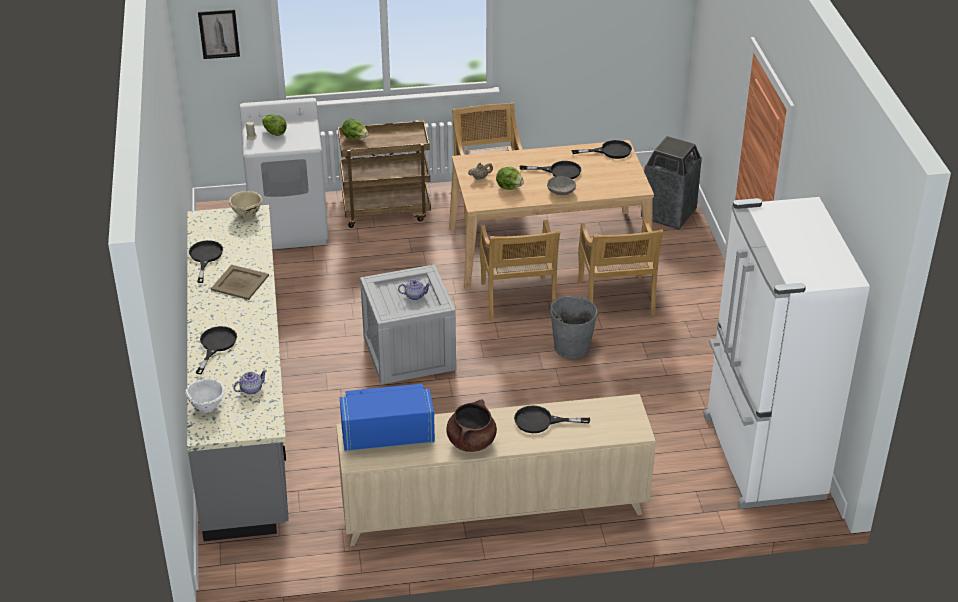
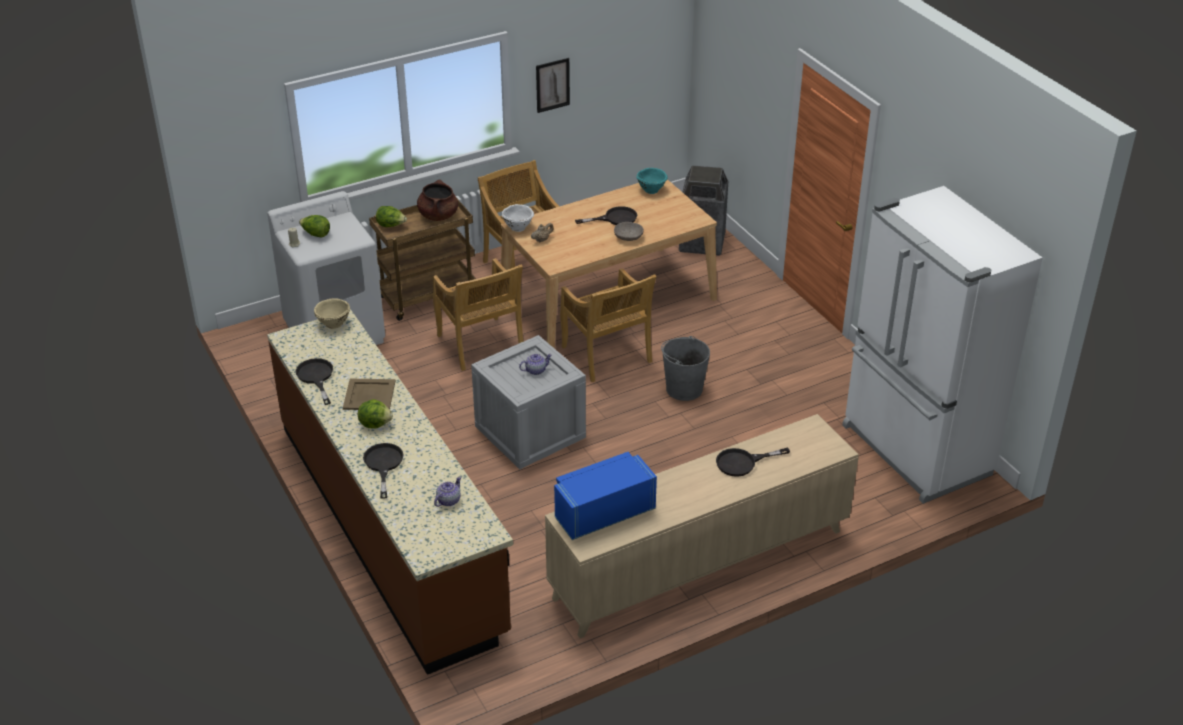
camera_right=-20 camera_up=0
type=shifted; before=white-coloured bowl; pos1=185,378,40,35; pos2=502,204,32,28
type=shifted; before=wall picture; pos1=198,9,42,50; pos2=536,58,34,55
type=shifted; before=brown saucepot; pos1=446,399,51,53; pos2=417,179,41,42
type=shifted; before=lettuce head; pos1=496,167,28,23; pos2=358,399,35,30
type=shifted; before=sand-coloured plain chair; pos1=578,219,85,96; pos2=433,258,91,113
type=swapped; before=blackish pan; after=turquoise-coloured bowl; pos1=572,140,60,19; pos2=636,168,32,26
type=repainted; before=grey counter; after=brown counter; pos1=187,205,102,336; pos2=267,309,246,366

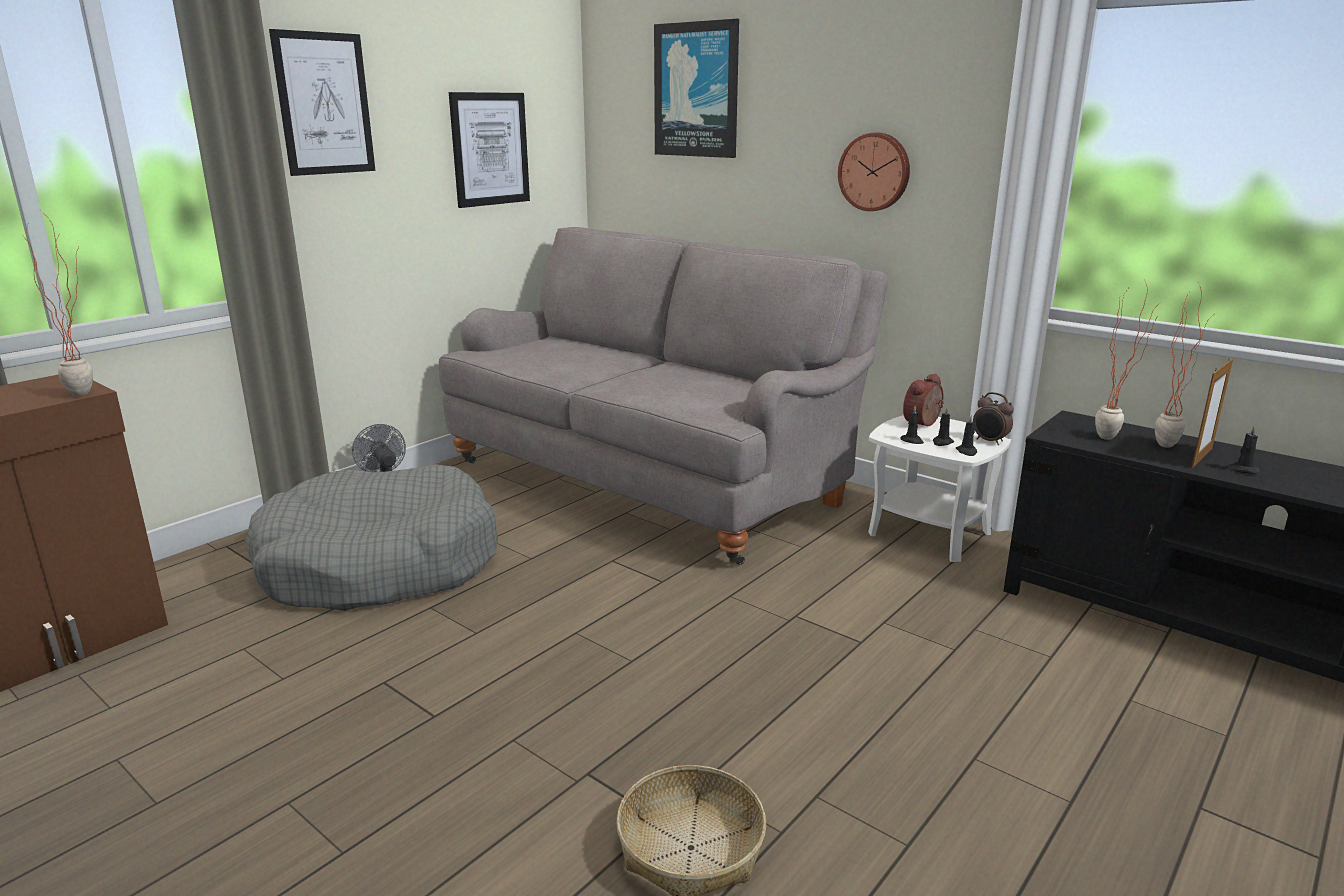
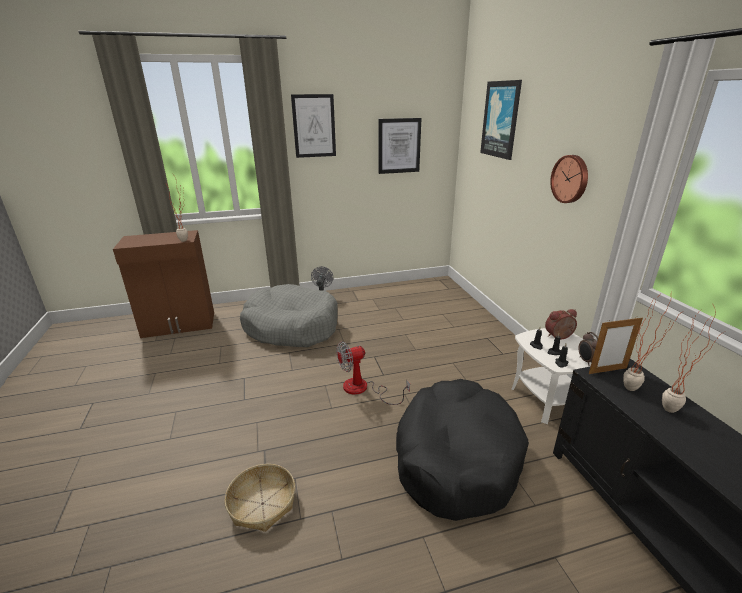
camera_right=35 camera_up=5
type=gone; before=grey sofa; pos1=439,227,449,338
type=gone; before=blackish wax light; pos1=1225,426,35,48
type=new; after=electric fan; pos2=336,341,74,64
type=new; after=blackish pet bed; pos2=396,379,133,142
type=shifted; before=photo frame; pos1=1191,357,42,111; pos2=589,316,54,58

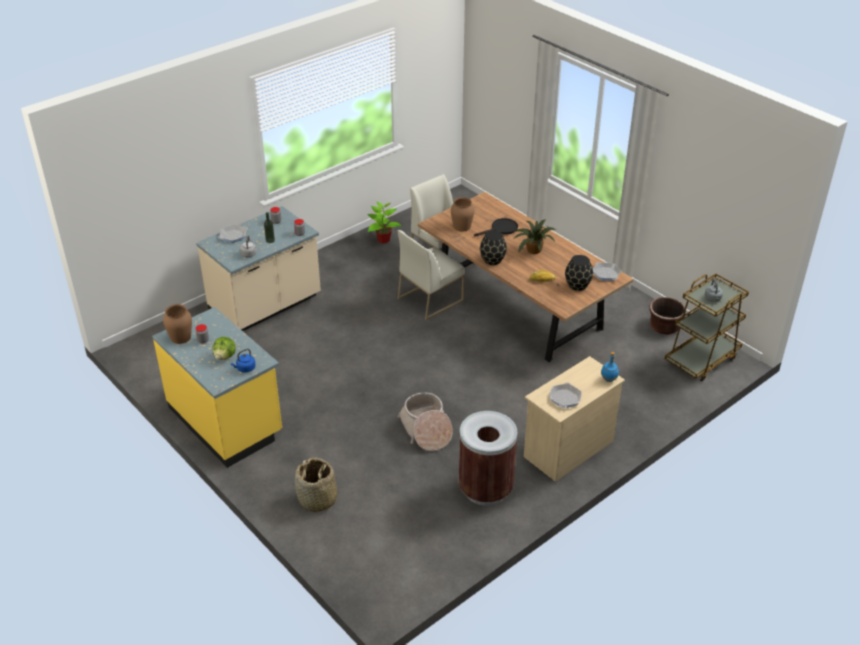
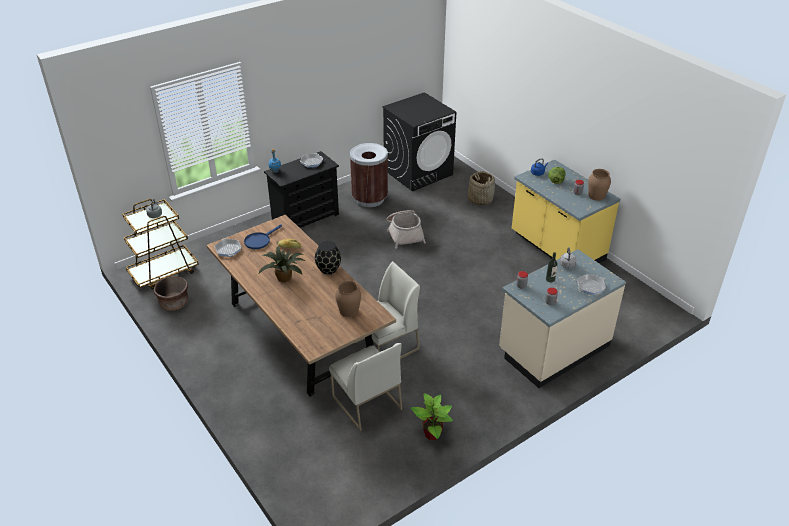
camera_right=-175 camera_up=0
type=gone; before=blackish pan; pos1=474,218,44,18
type=new; after=blackish washing machine; pos2=382,92,74,99
type=swapped; before=blackish flower vase; after=blue-coloured pan; pos1=565,255,28,36; pos2=244,224,38,25
type=repainted; before=sand-coloured dresser; after=blackish dresser; pos1=524,356,101,126; pos2=264,151,75,77

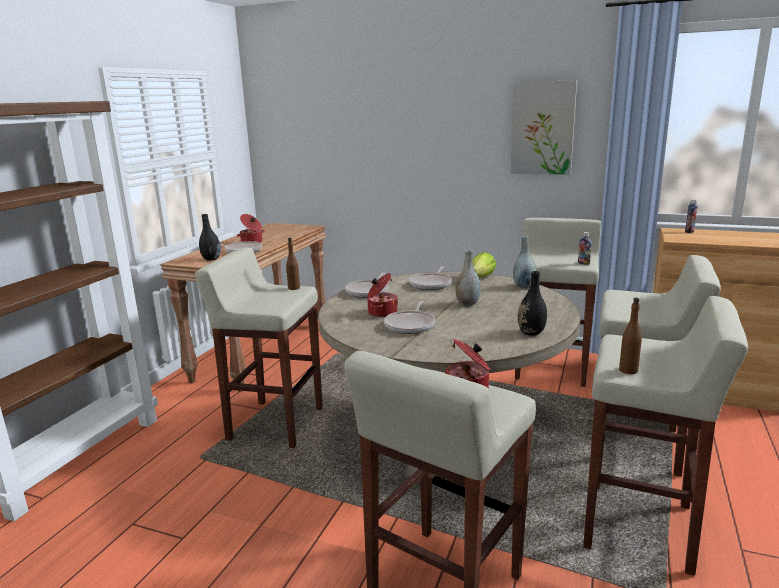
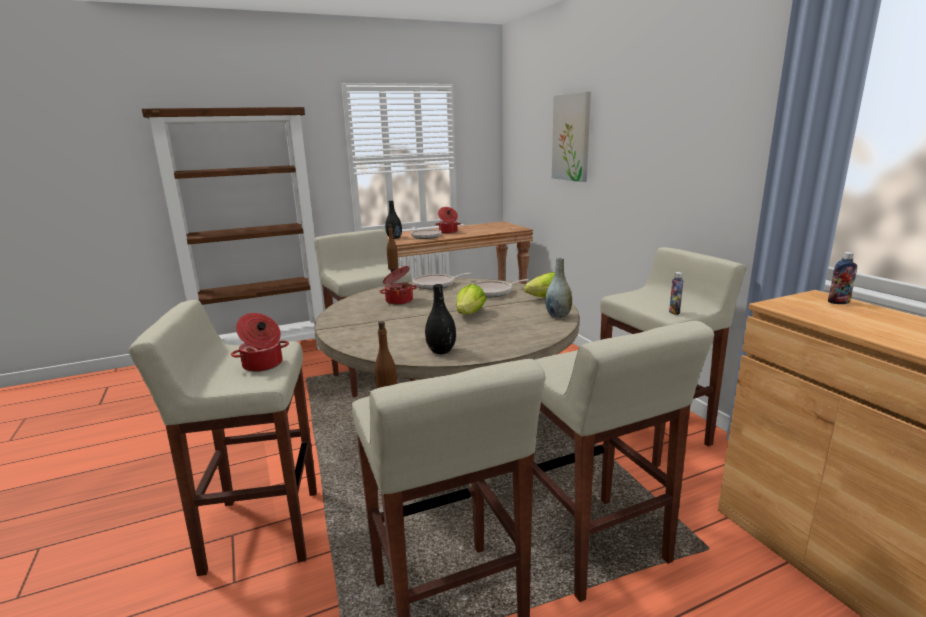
camera_right=45 camera_up=0
type=gone; before=pan; pos1=384,301,51,33
type=shifted; before=wall picture; pos1=511,80,66,95; pos2=552,92,39,90
type=swapped; before=grey flower vase; after=lettuce head; pos1=455,250,25,56; pos2=456,284,30,31

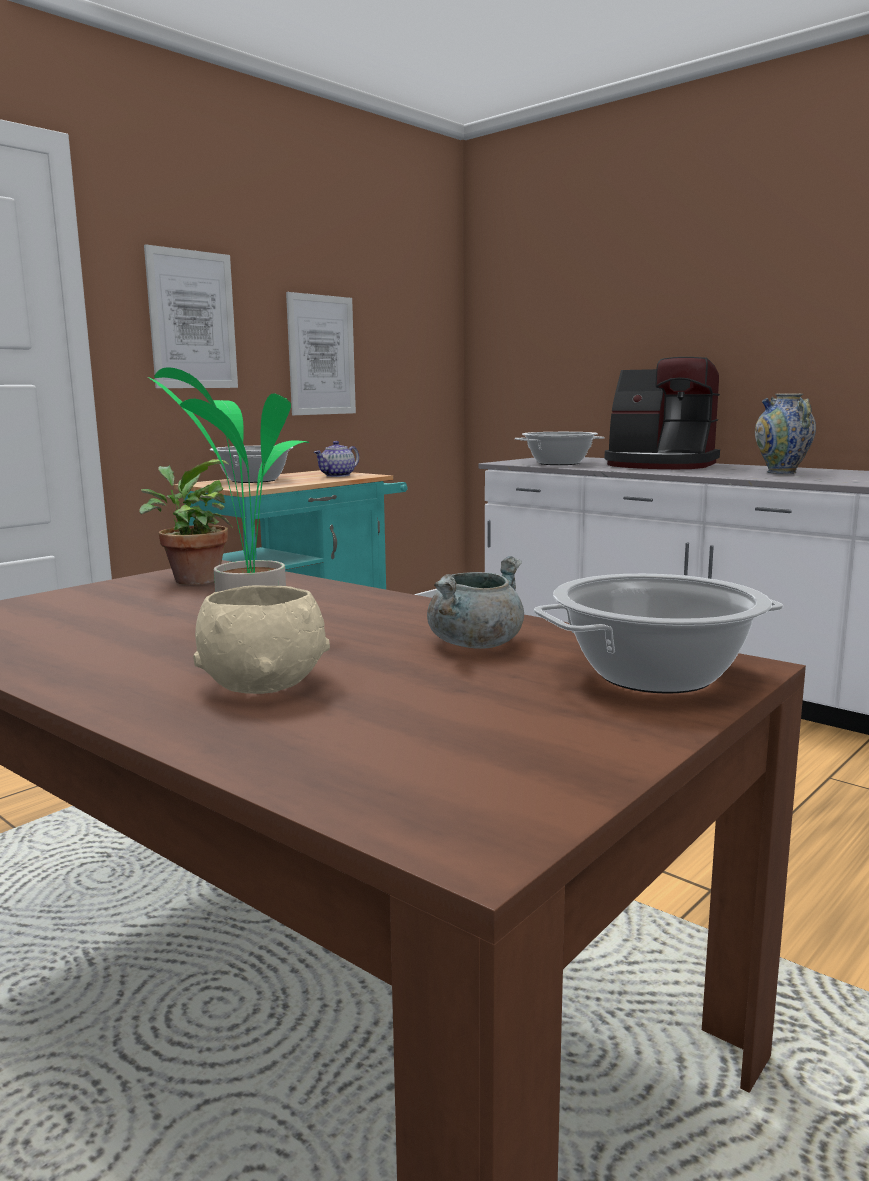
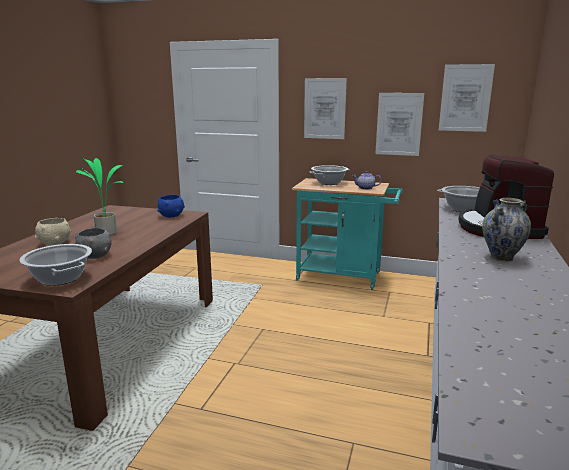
camera_right=65 camera_up=5
type=new; after=wall picture; pos2=439,64,56,68
type=swapped; before=houseplant; after=blue-coloured bowl; pos1=139,459,94,126; pos2=157,195,28,23
type=swapped; before=grey saucepot; after=grey bowl; pos1=427,556,97,93; pos2=75,228,37,31

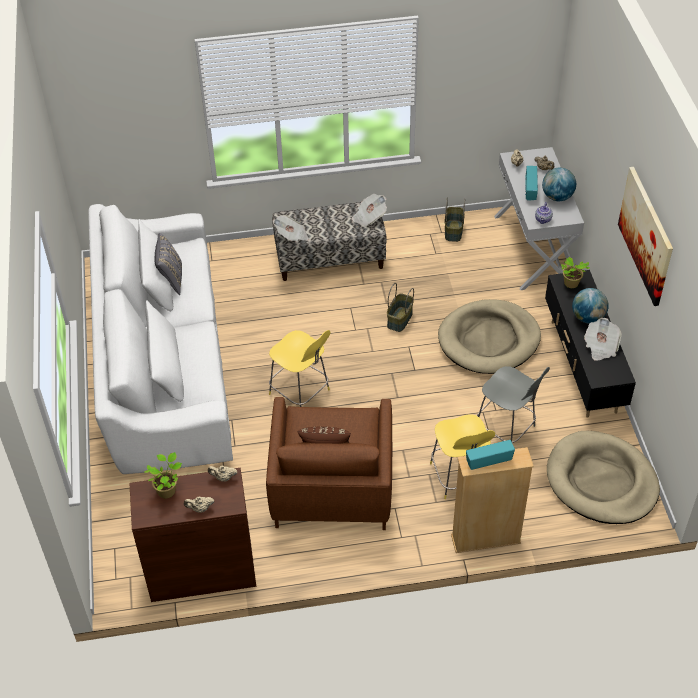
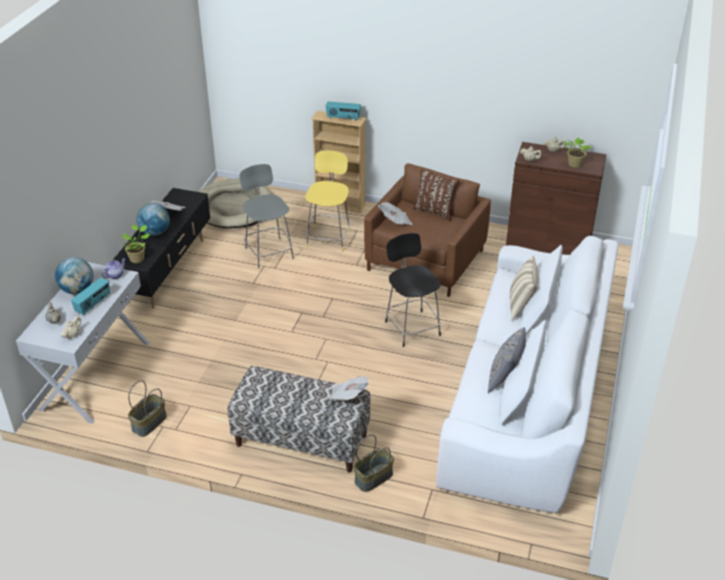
camera_right=-155 camera_up=-10
type=gone; before=sand-coloured pet bed; pos1=438,299,103,75
type=gone; before=wall picture; pos1=618,167,55,139
type=new; after=sand-coloured throw pillow; pos2=510,256,28,65
type=shifted; before=printed paper; pos1=352,194,35,33; pos2=378,202,35,23
type=shifted; before=basket; pos1=387,283,27,49; pos2=354,434,40,58
type=repainted; before=yellow-coloured stool seat; after=blackish stool seat; pos1=269,330,62,77; pos2=385,233,56,114

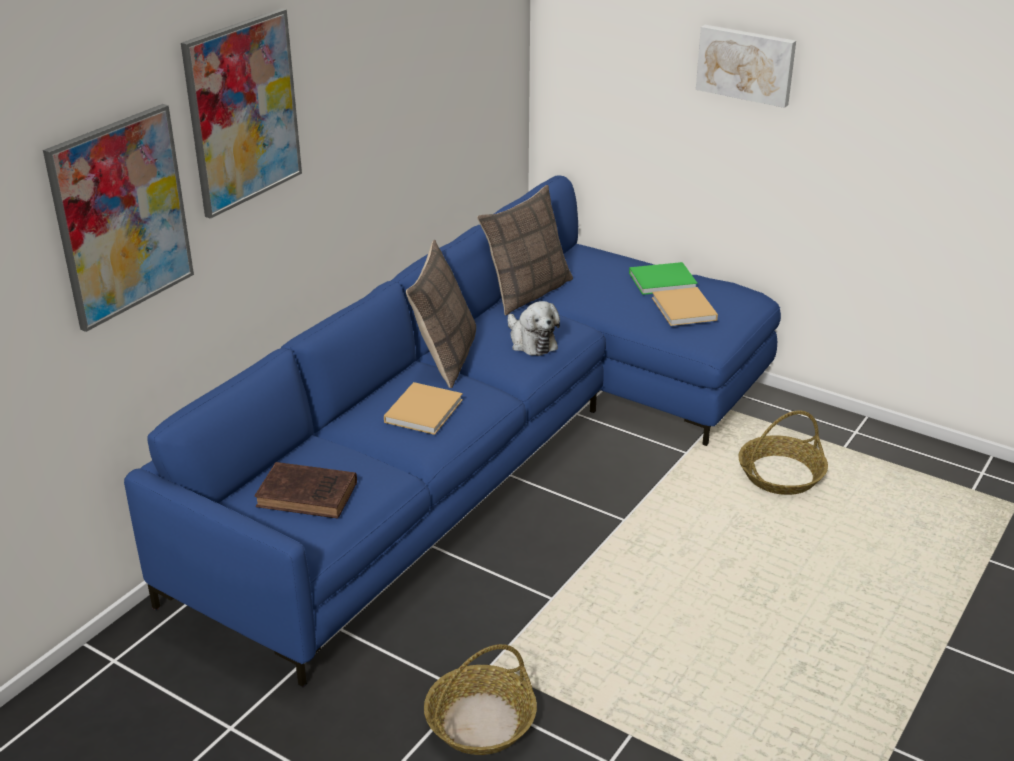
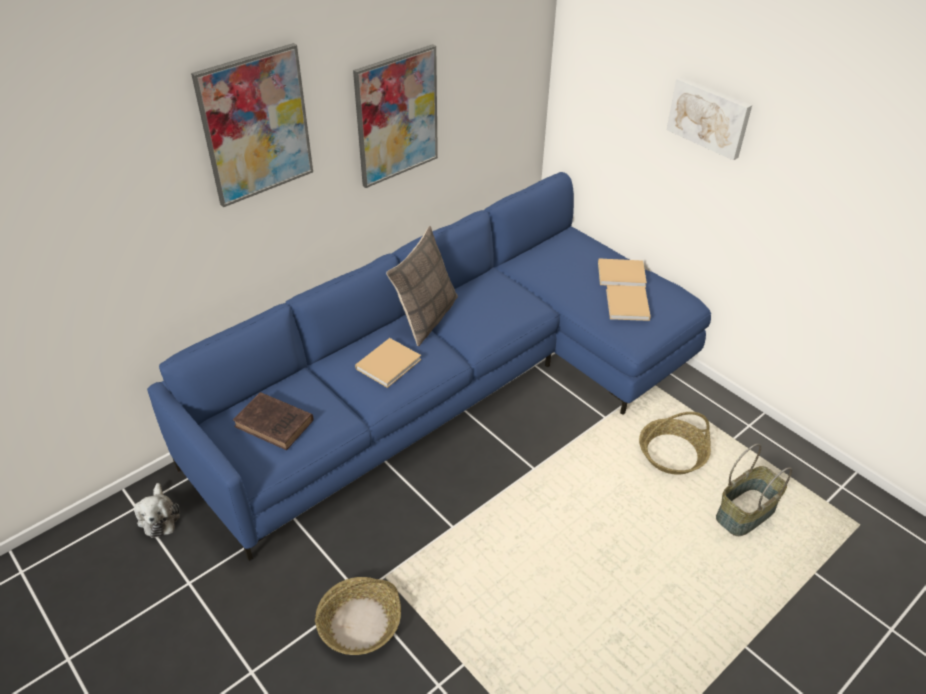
camera_right=15 camera_up=10
type=gone; before=throw pillow; pos1=477,185,96,130
type=new; after=basket; pos2=716,444,76,92
type=shifted; before=wall picture; pos1=43,104,151,228; pos2=353,44,85,144
type=shifted; before=cuddly toy; pos1=508,301,52,55; pos2=134,483,46,55
type=repainted; before=green-coloured bound book; after=sand-coloured bound book; pos1=629,262,69,33; pos2=598,258,49,29

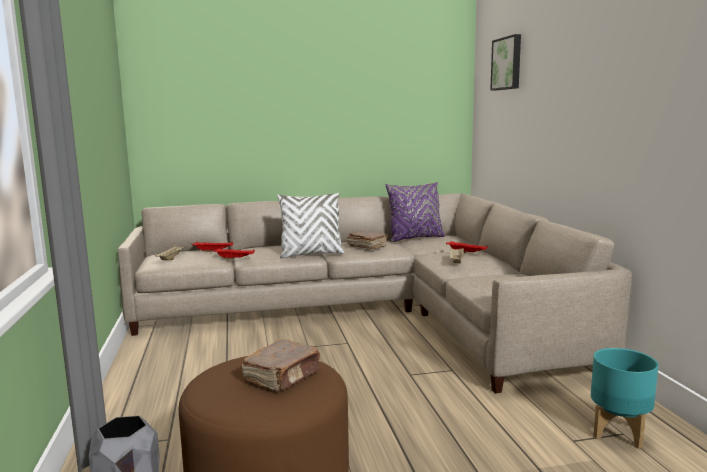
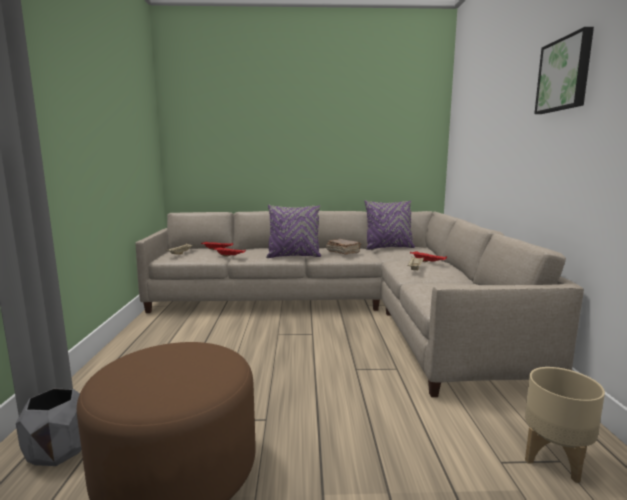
camera_right=10 camera_up=0
type=gone; before=brown bound book; pos1=241,339,80,52
type=shifted; before=wall picture; pos1=490,34,31,57; pos2=534,27,60,87
type=repainted; before=white-coloured throw pillow; after=purplish throw pillow; pos1=277,193,67,66; pos2=266,204,55,54
type=repainted; before=turquoise-coloured plant pot; after=sand-coloured plant pot; pos1=591,348,67,101; pos2=525,367,80,116

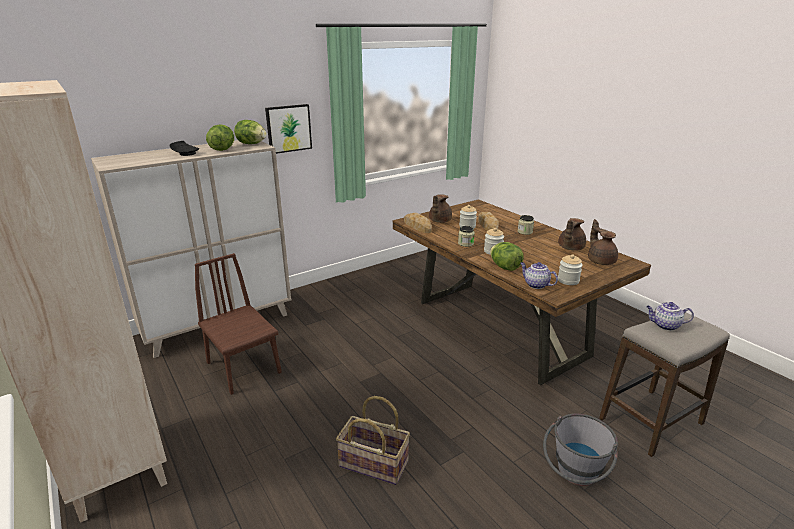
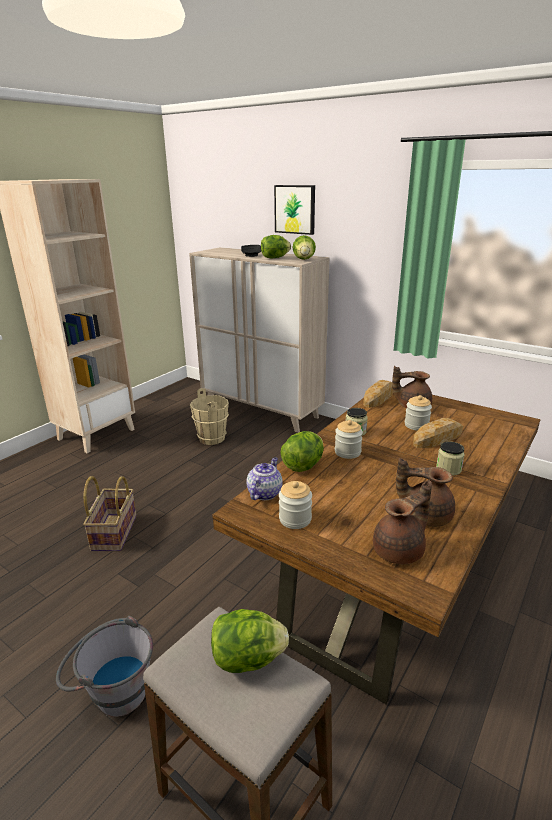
camera_right=70 camera_up=0
type=shifted; before=wall picture; pos1=265,104,47,50; pos2=274,185,41,50
type=swapped; before=brown plain chair; after=sand-coloured bucket; pos1=195,253,87,142; pos2=190,388,39,57
type=swapped; before=tea pot; after=lettuce head; pos1=646,302,48,29; pos2=211,609,78,64

